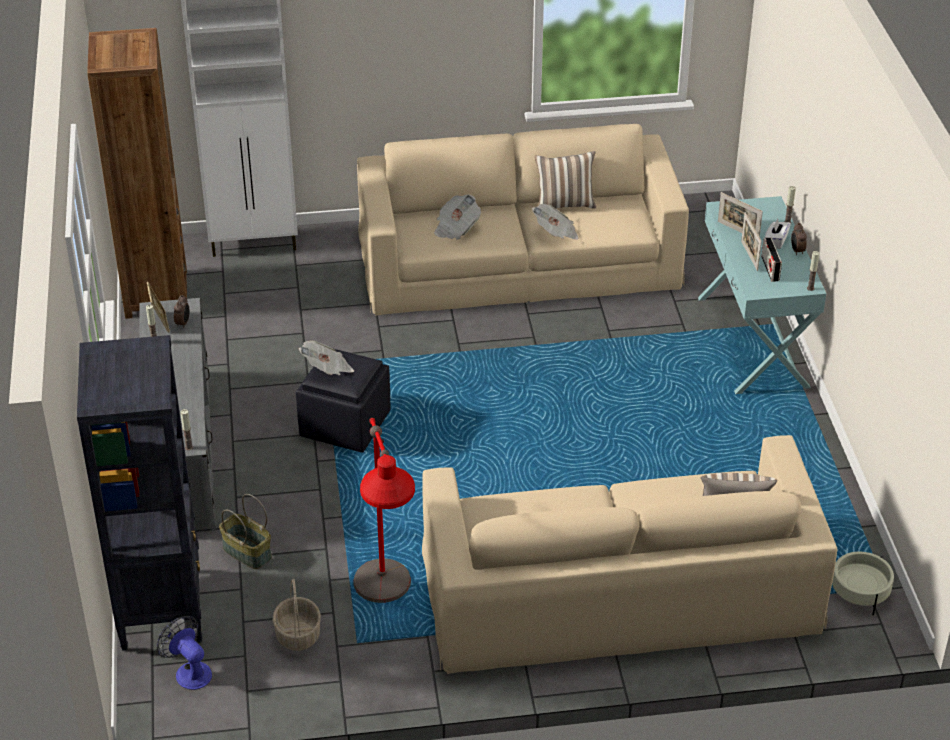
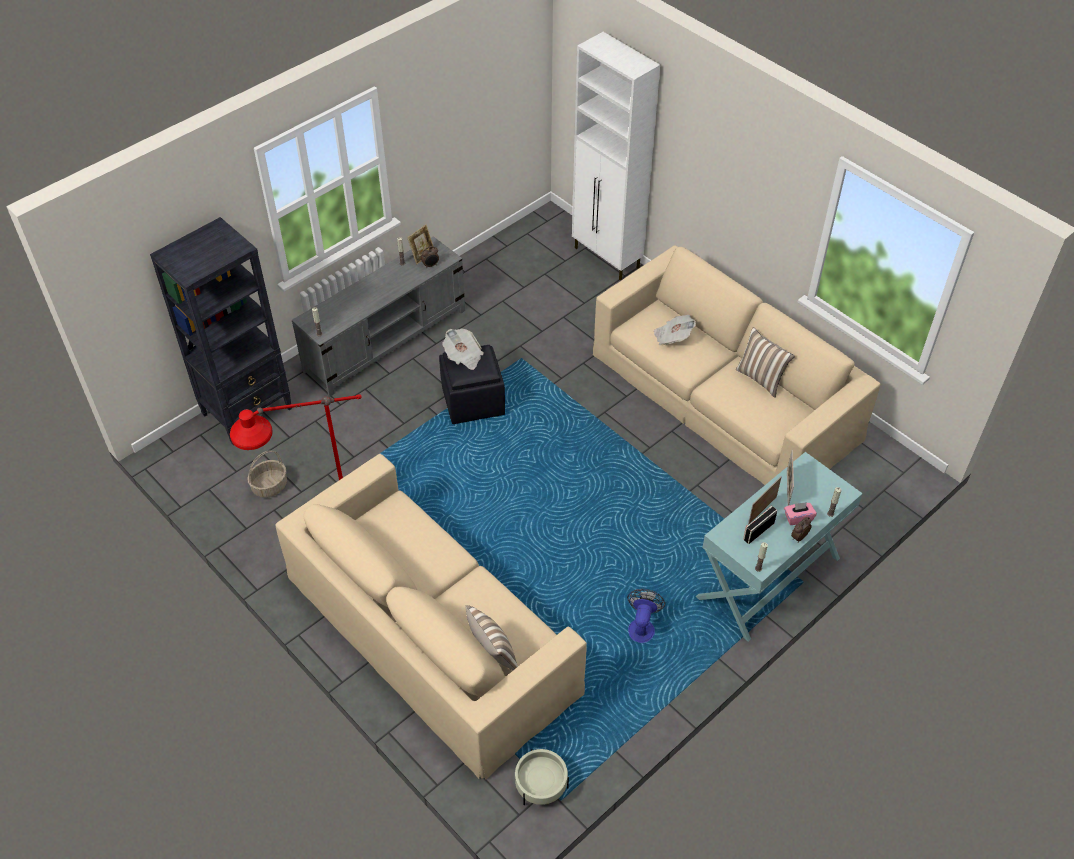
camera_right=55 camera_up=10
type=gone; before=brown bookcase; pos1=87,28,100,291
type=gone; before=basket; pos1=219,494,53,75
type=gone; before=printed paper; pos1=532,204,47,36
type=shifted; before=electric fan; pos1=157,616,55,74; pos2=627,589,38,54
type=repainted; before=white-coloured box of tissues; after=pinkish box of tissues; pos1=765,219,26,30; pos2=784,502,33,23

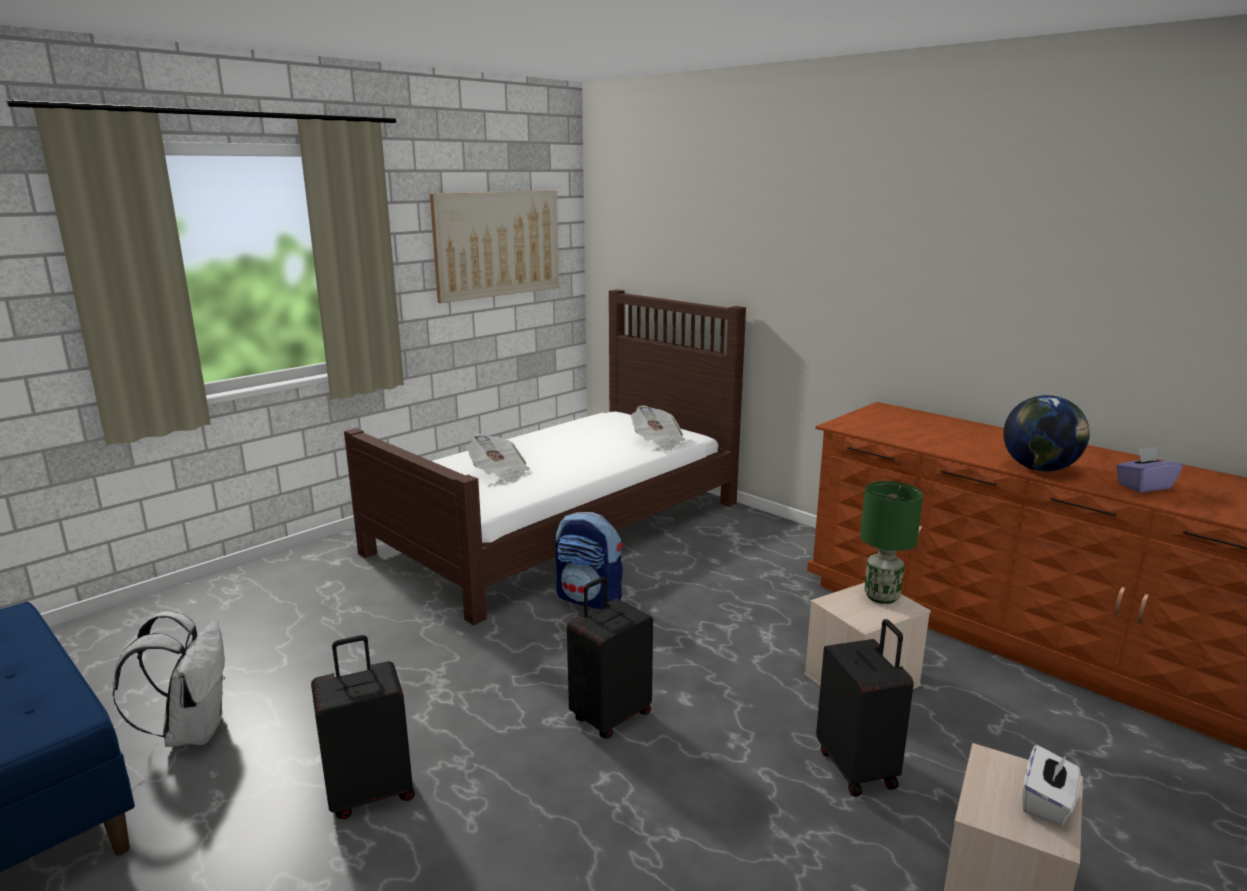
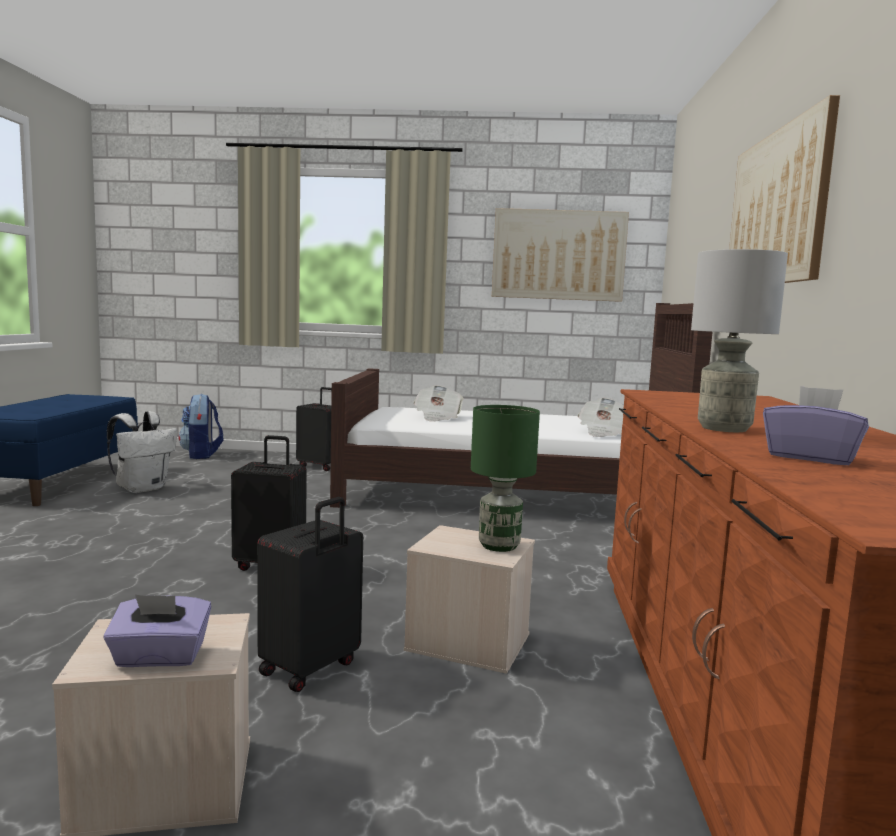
camera_right=50 camera_up=-10
type=new; after=wall picture; pos2=729,95,111,188
type=shifted; before=blackish piece of luggage; pos1=311,635,104,184; pos2=296,387,36,84
type=shifted; before=rucksack; pos1=555,512,68,98; pos2=178,394,46,65
type=swapped; before=globe; after=grey lamp for a table; pos1=1003,395,87,76; pos2=691,249,97,183
type=repainted; before=white-coloured box of tissues; after=purplish box of tissues; pos1=1022,745,59,81; pos2=103,594,108,73

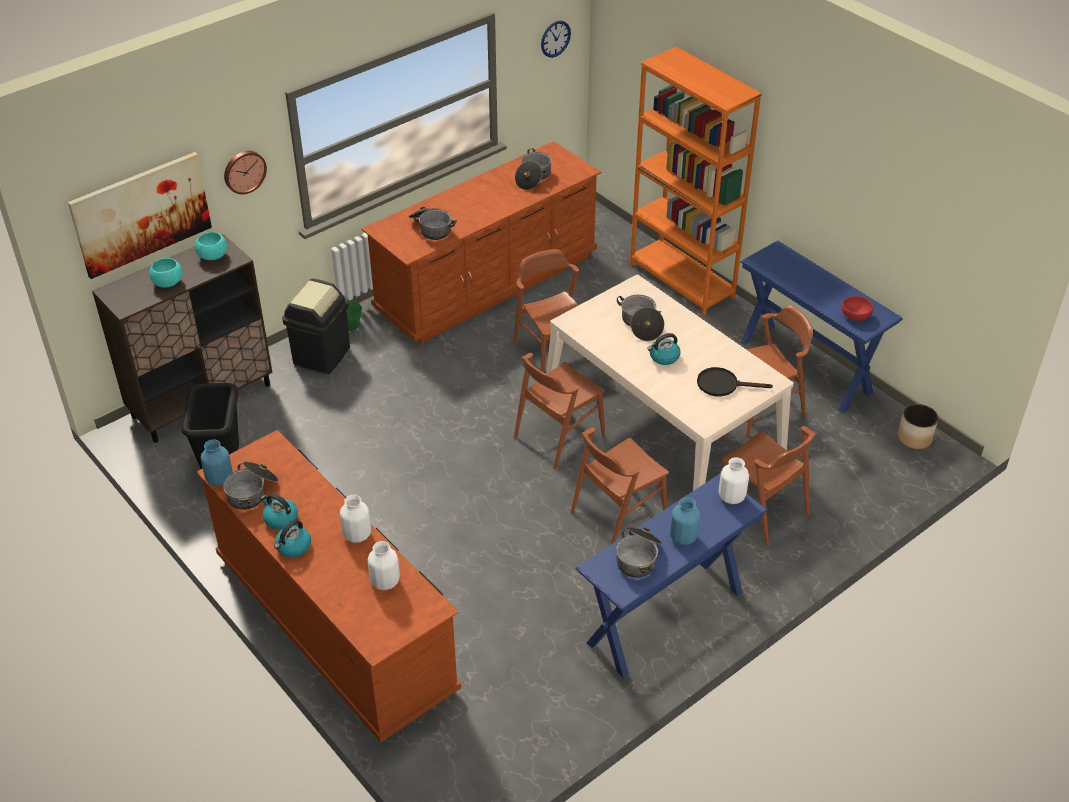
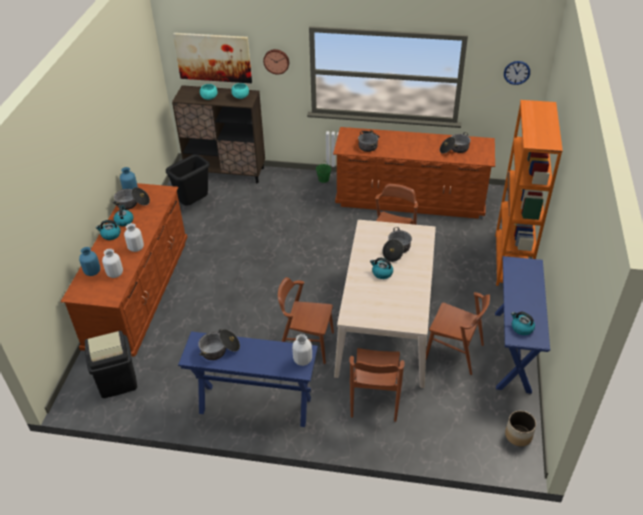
camera_right=50 camera_up=0
type=gone; before=brown plain chair; pos1=514,353,91,116
type=gone; before=blackish pan; pos1=697,367,76,29
type=shifted; before=blackish waste bin; pos1=282,278,68,96; pos2=85,331,52,67
type=shifted; before=blue-coloured flower vase; pos1=670,497,30,48; pos2=79,247,21,29
type=swapped; before=red-coloured bowl; after=water kettle; pos1=842,296,31,25; pos2=511,312,24,23

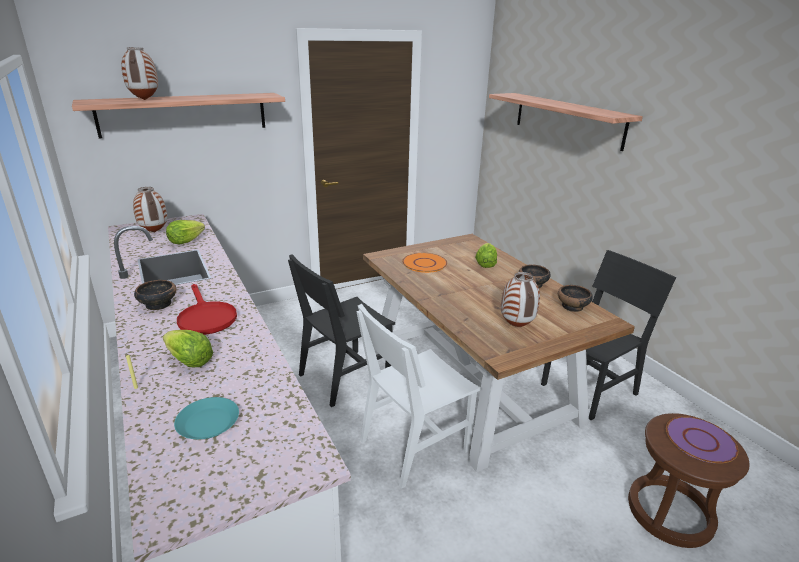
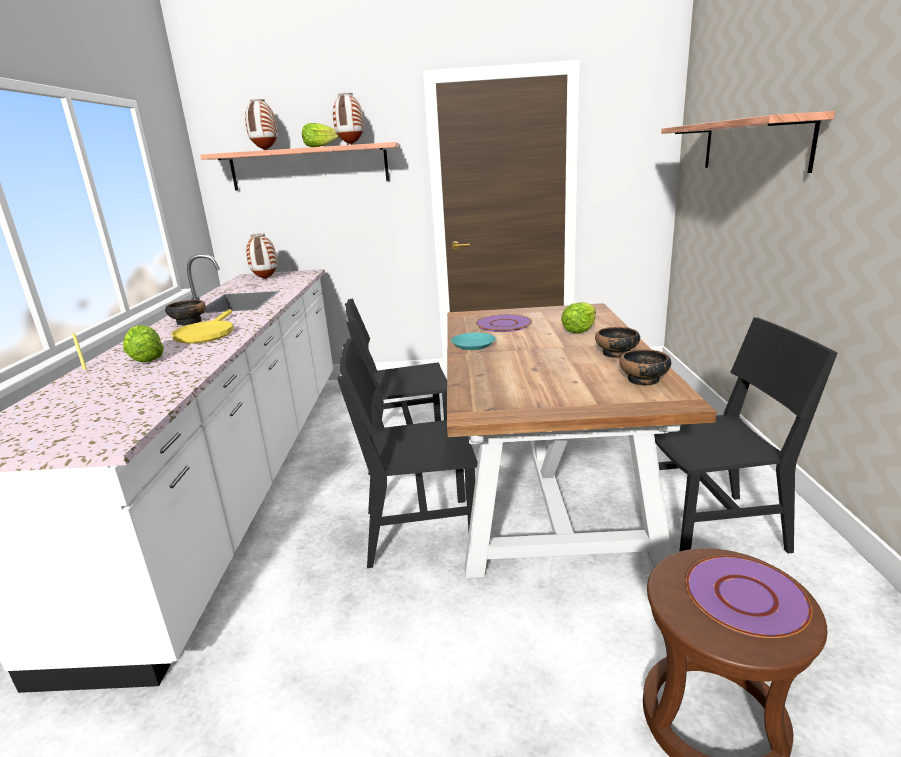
camera_right=30 camera_up=-5
type=shifted; before=lettuce head; pos1=166,220,39,25; pos2=302,123,37,24
type=shifted; before=turquoise-coloured flat dish; pos1=174,397,65,42; pos2=451,333,44,17
type=shifted; before=flower vase; pos1=501,272,39,55; pos2=333,93,31,52
type=repainted; before=red-coloured pan; after=yellow-coloured pan; pos1=177,284,60,51; pos2=172,309,62,35
type=repainted; before=white-coloured plain chair; after=blackish plain chair; pos1=356,304,125,185; pos2=337,337,141,231
type=repainted; before=orange flat dish; after=purplish flat dish; pos1=402,253,45,20; pos2=476,314,56,18

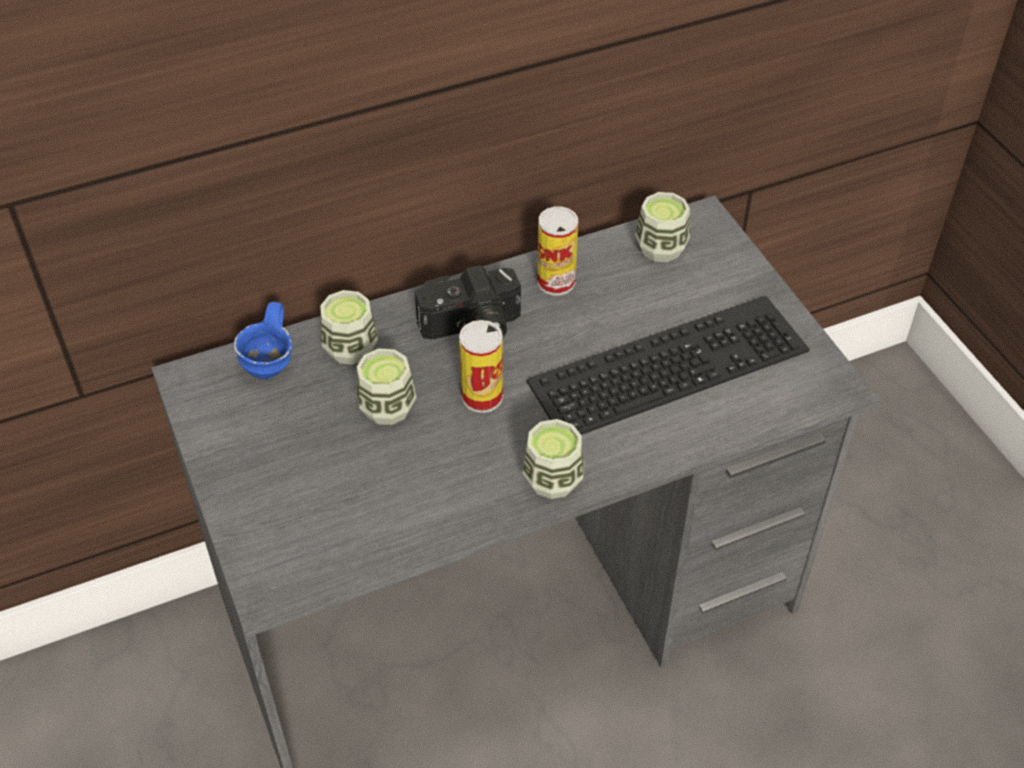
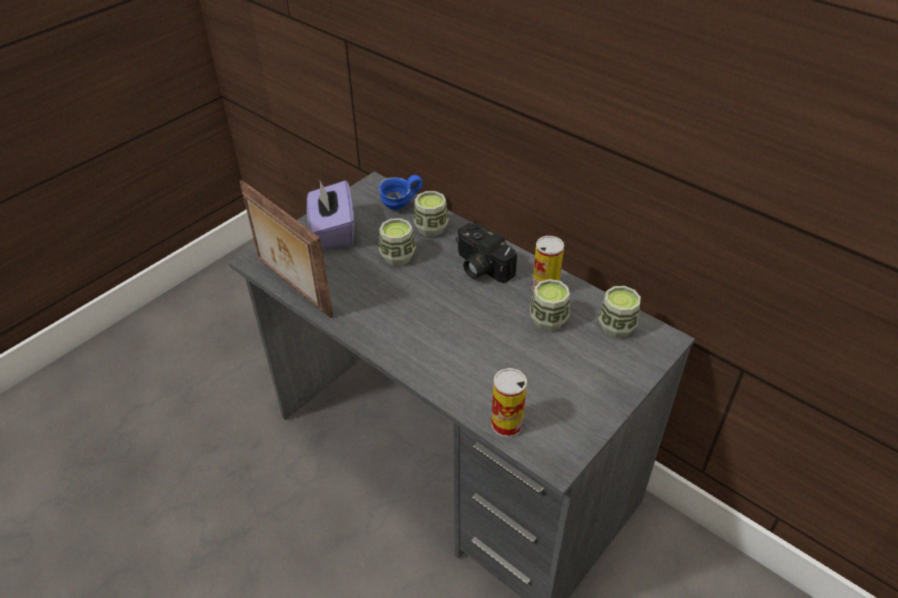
camera_right=65 camera_up=-5
type=gone; before=computer keyboard; pos1=526,296,284,139
type=new; after=photo frame; pos2=240,180,93,138
type=new; after=purplish box of tissues; pos2=307,181,47,68
type=shifted; before=sealed can; pos1=459,320,44,93; pos2=491,368,36,70
type=shifted; before=small cup; pos1=522,419,62,80; pos2=530,279,40,52

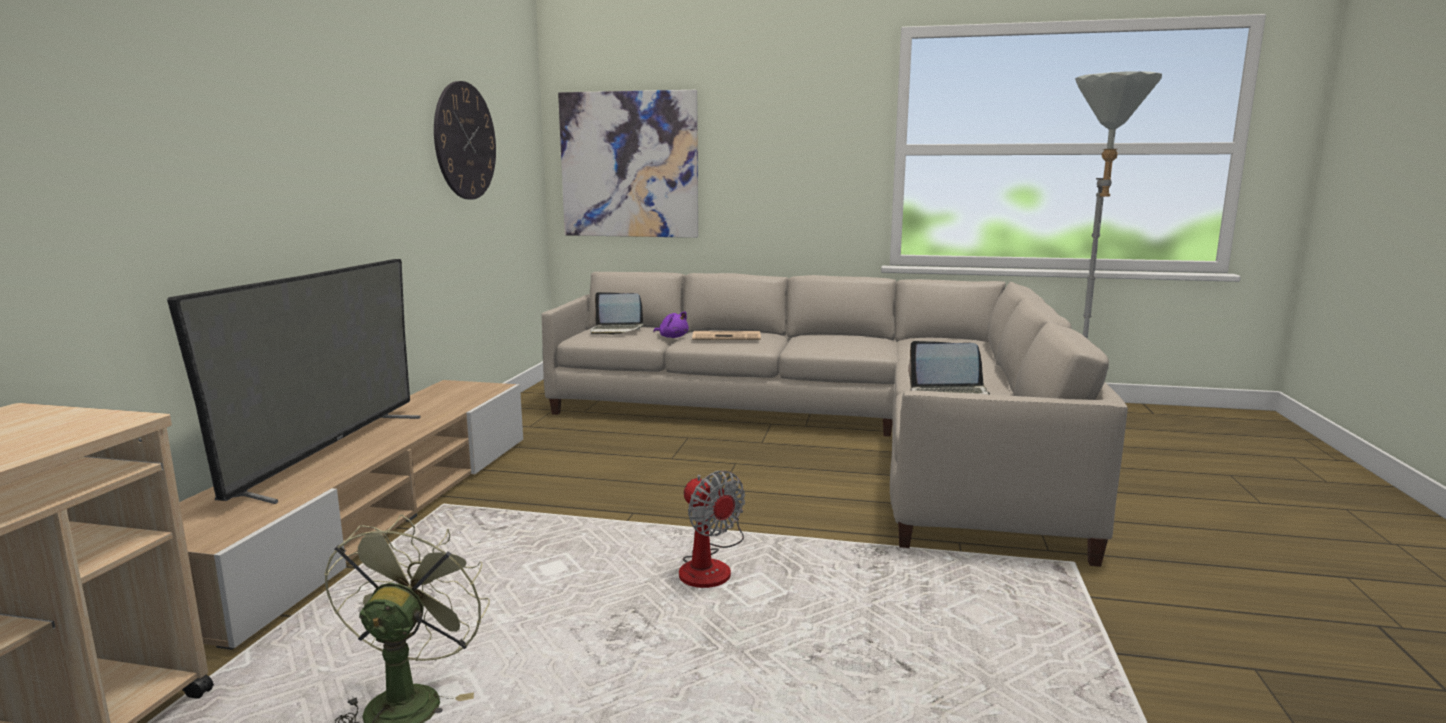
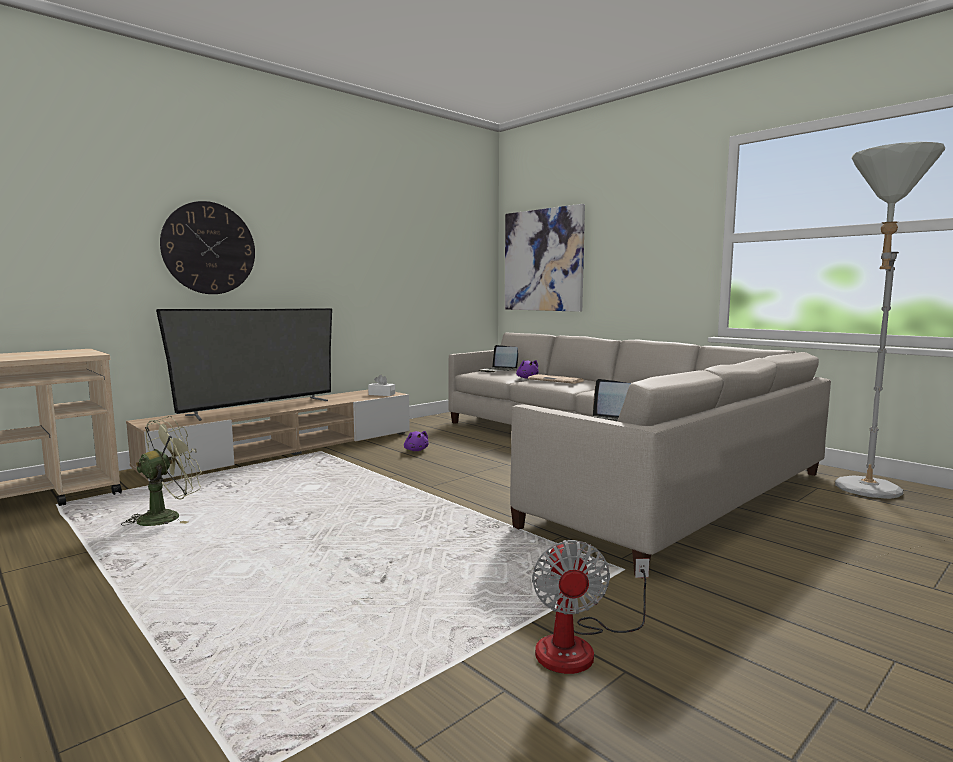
camera_right=35 camera_up=-5
type=new; after=white-coloured box of tissues; pos2=368,375,27,21
type=new; after=purplish cuddly toy; pos2=404,431,25,20
type=shifted; before=clock on the wall; pos1=434,81,62,119; pos2=160,201,95,93
type=shifted; before=electric fan; pos1=679,471,66,117; pos2=532,540,117,134

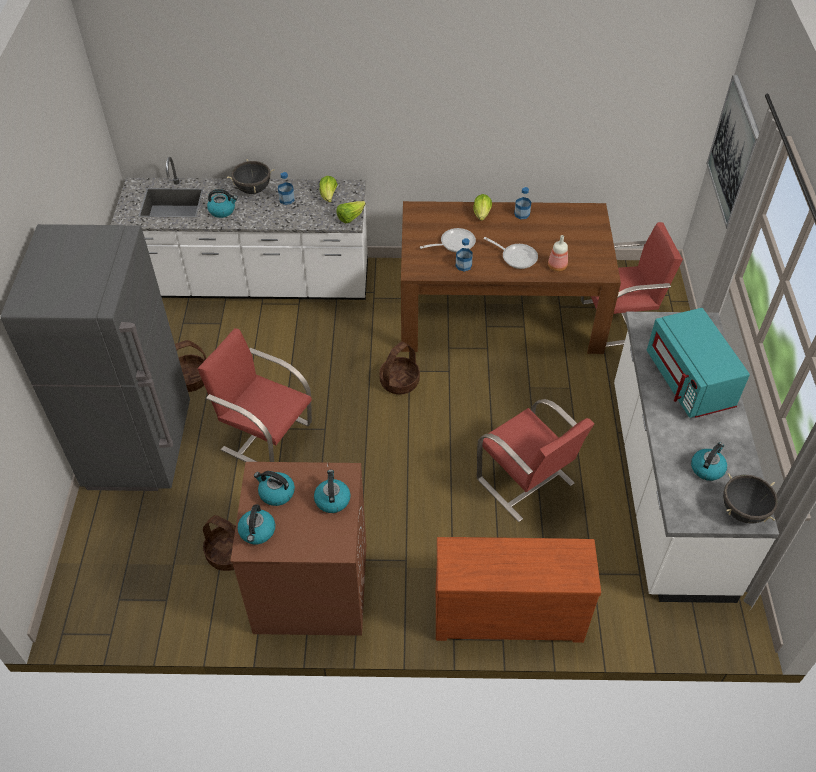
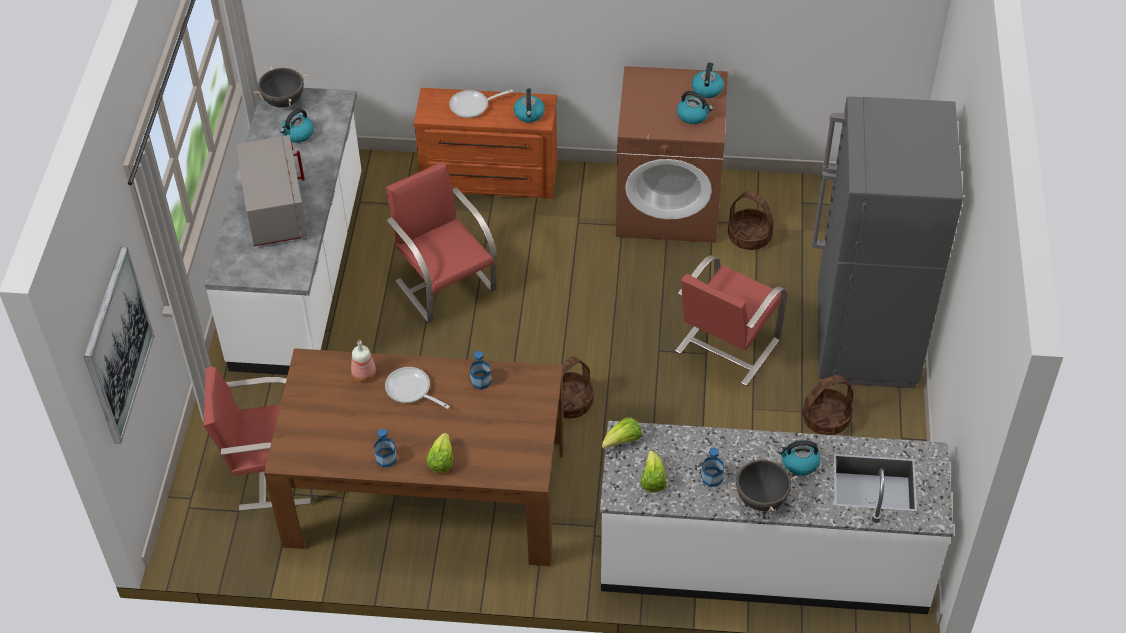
camera_right=-175 camera_up=0
type=shifted; before=water kettle; pos1=314,470,37,43; pos2=514,89,31,34
type=shifted; before=pan; pos1=420,228,56,24; pos2=449,90,64,28
type=repainted; before=turquoise-coloured microwave oven; after=grey microwave oven; pos1=647,308,103,110; pos2=236,135,72,111
type=rotated; before=red-coloured plain chair; pos1=197,328,115,134; pos2=675,255,112,131; turn=90

